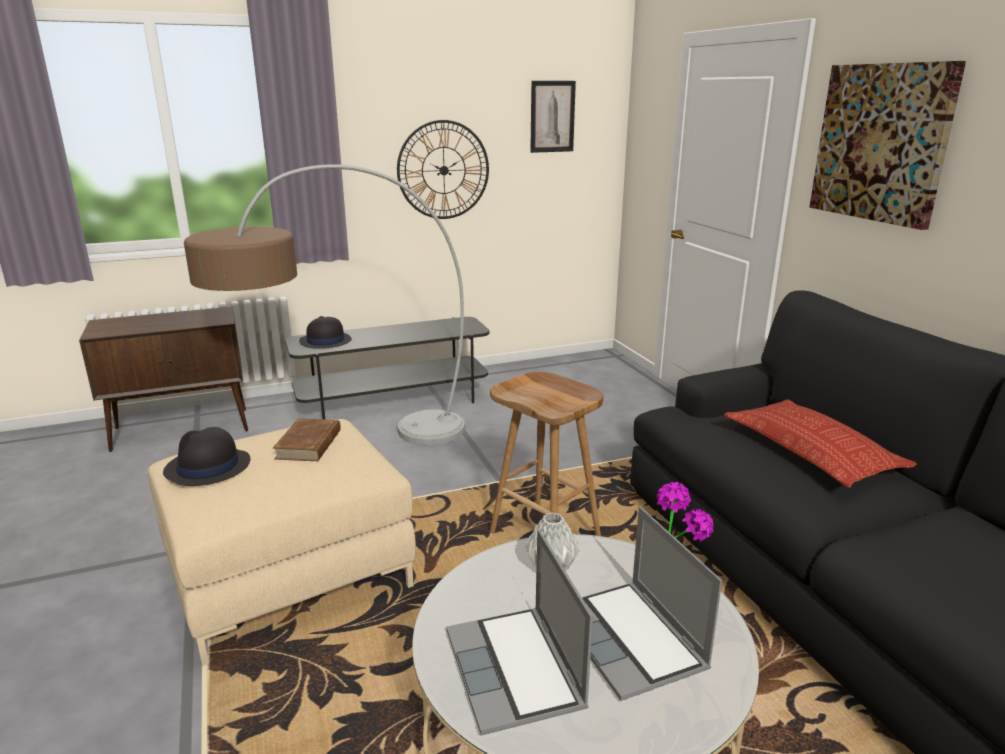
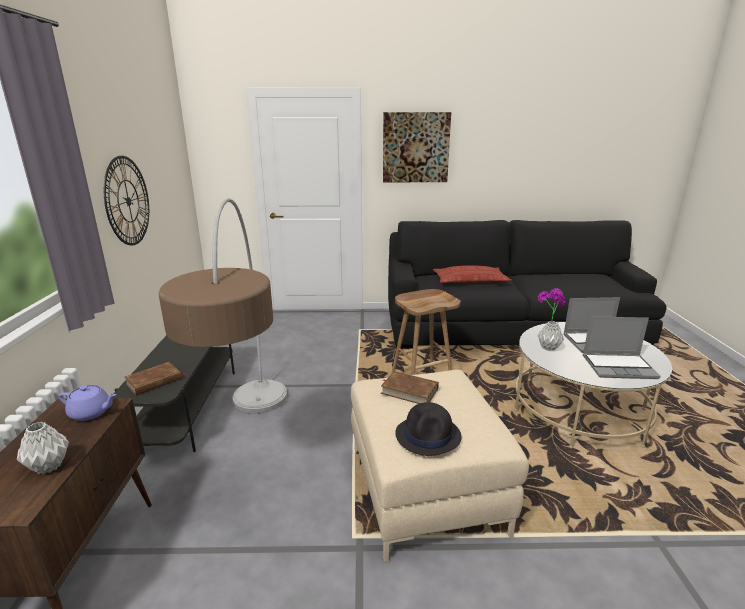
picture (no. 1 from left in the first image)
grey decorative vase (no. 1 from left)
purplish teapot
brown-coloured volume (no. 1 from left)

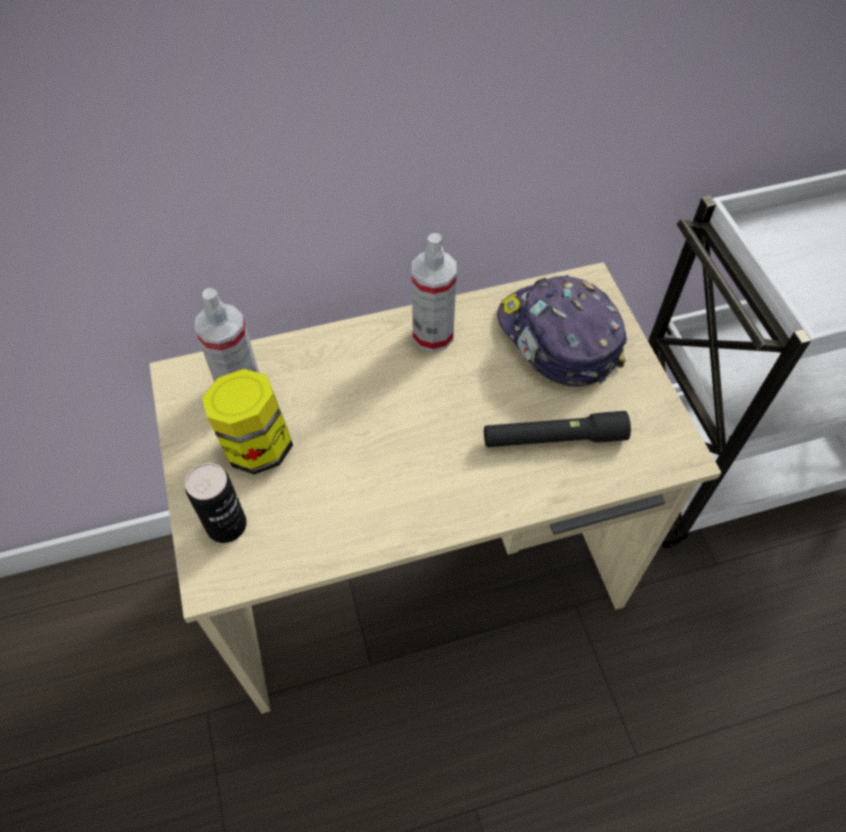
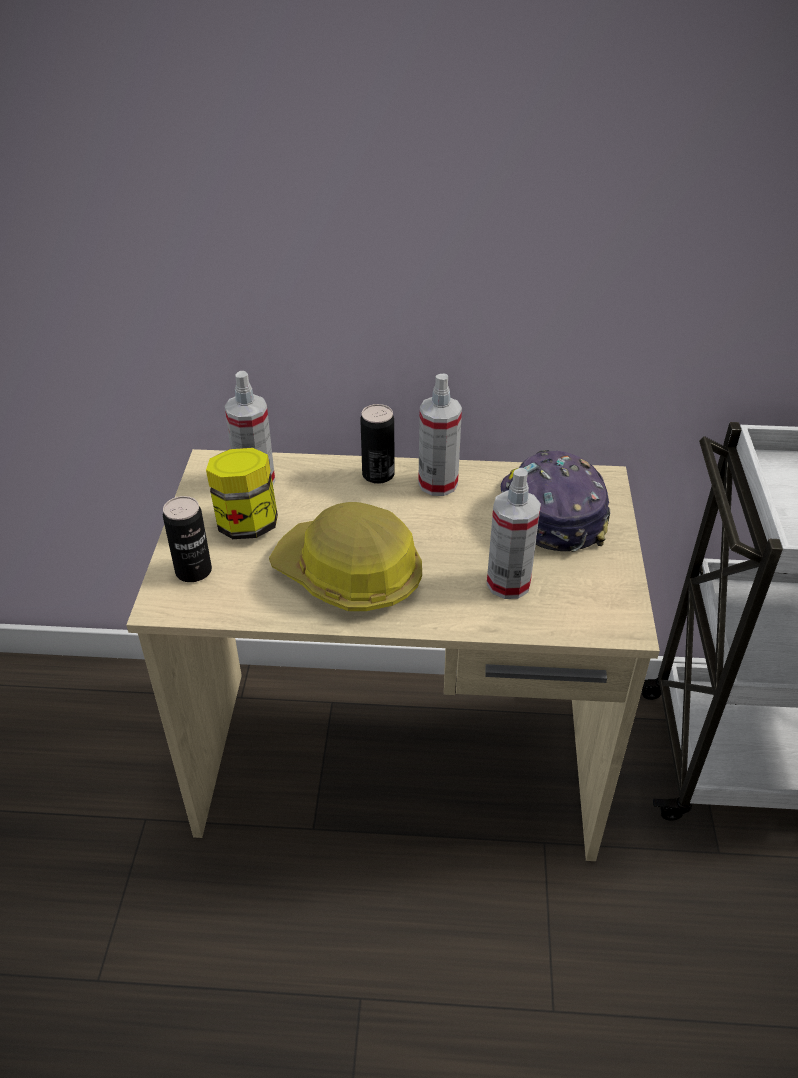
safety helmet
sealed can (no. 2 from left)
hand sprayer (no. 3 from left)

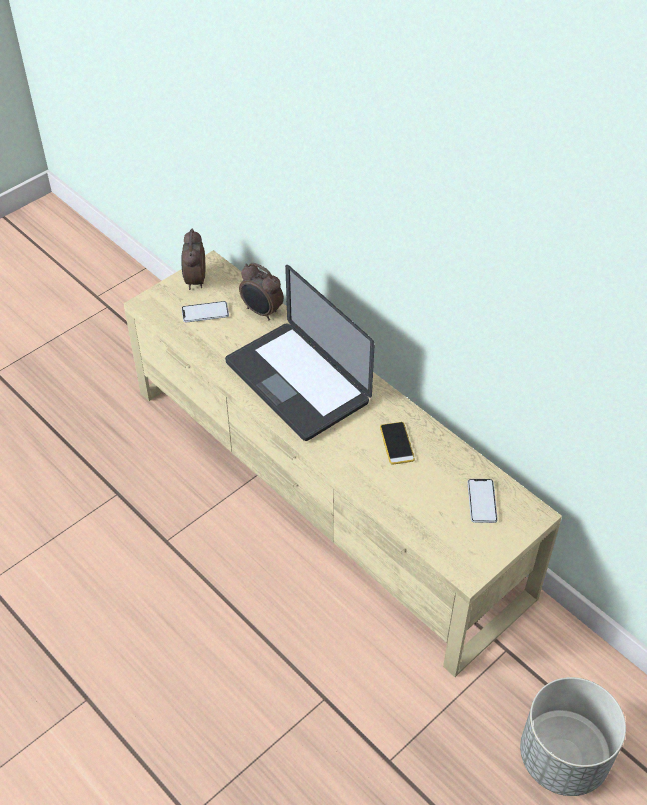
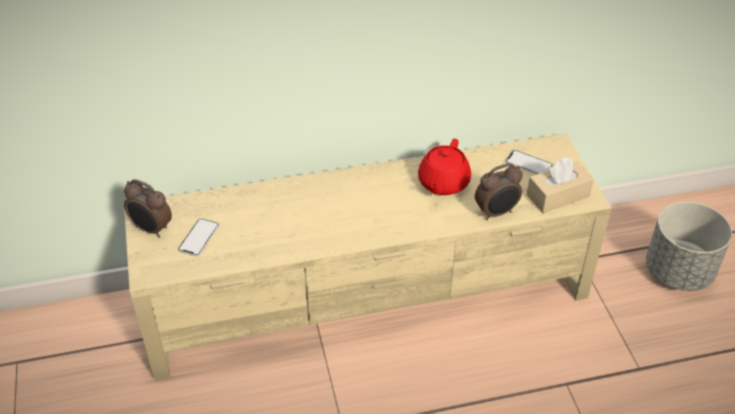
laptop
beige-coloured tissue box
alarm clock (no. 2 from left)
reddish teapot

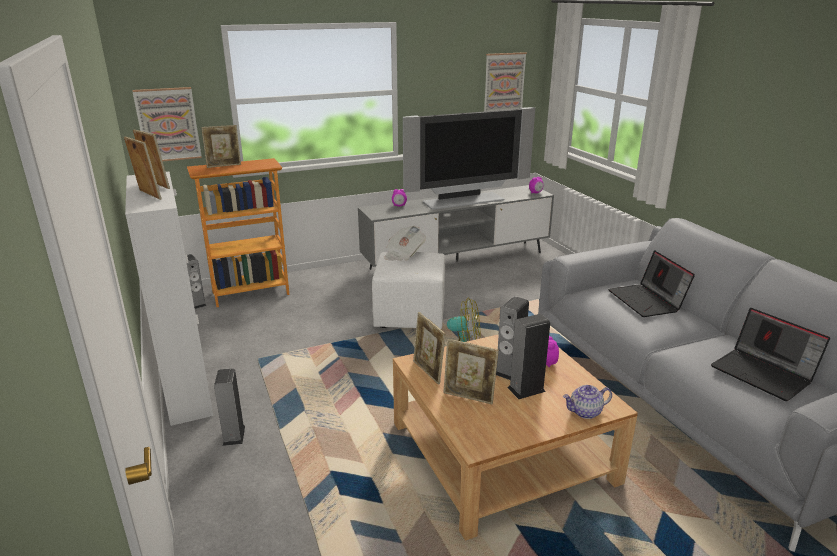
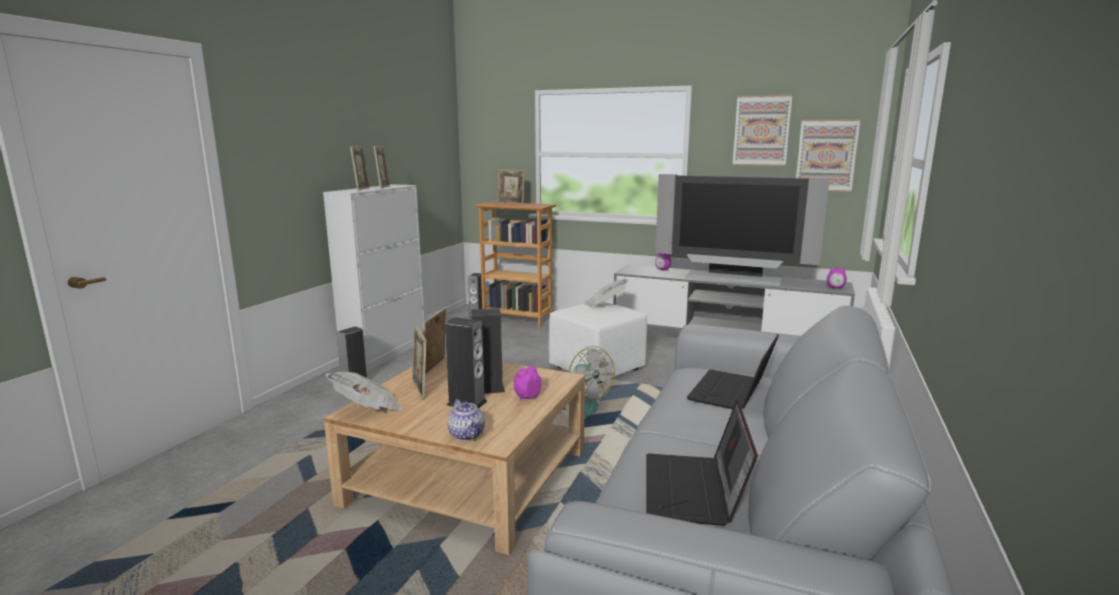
newspaper (no. 1 from left)
picture (no. 1 from left)
teapot

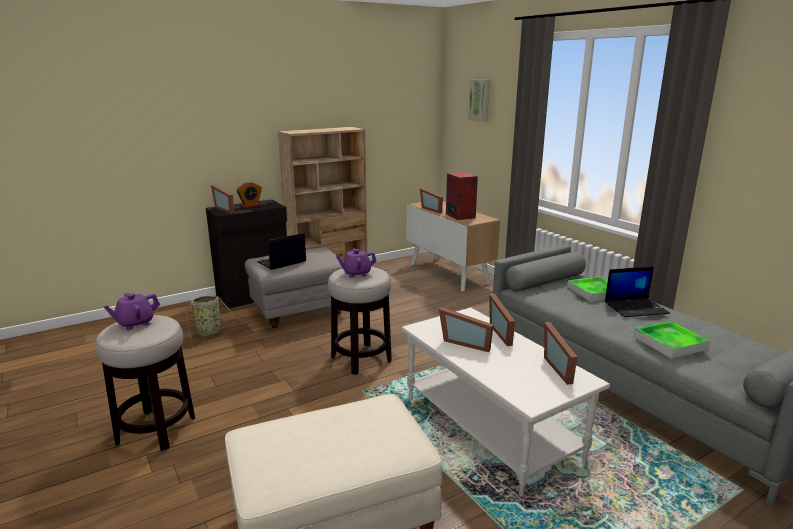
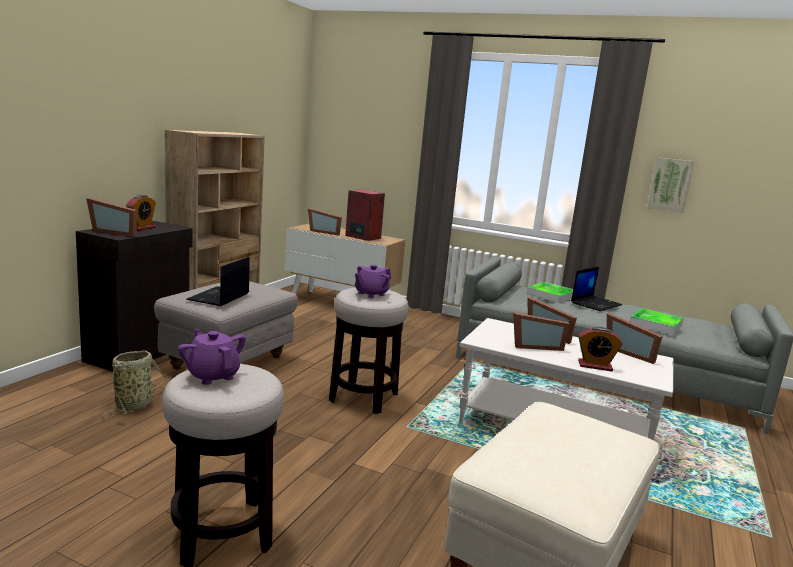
alarm clock (no. 2 from left)
picture
purplish teapot (no. 1 from left)

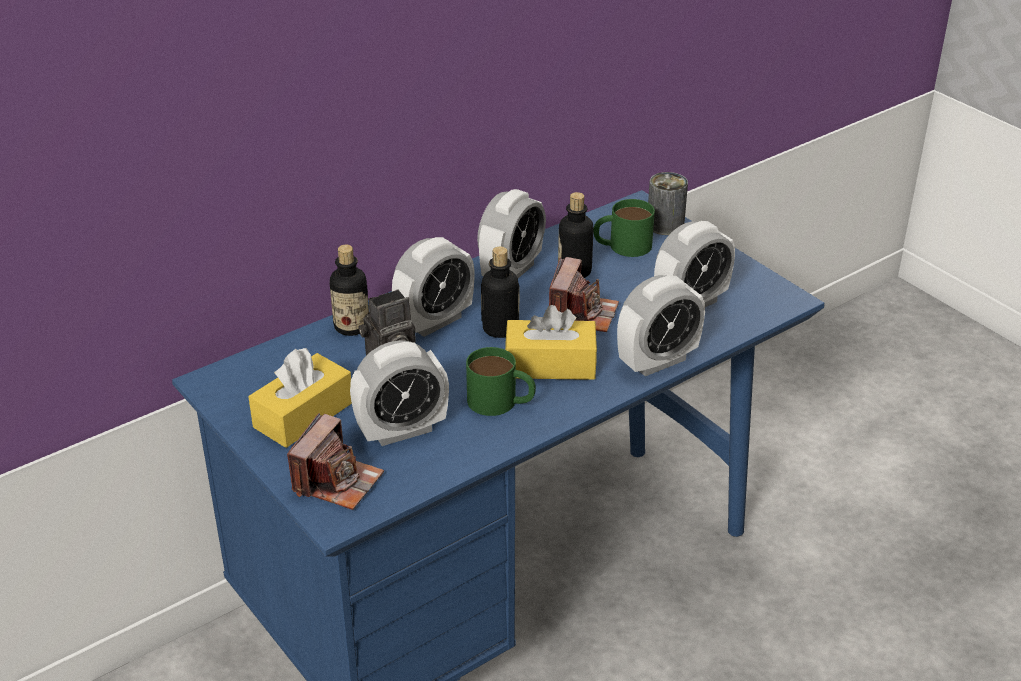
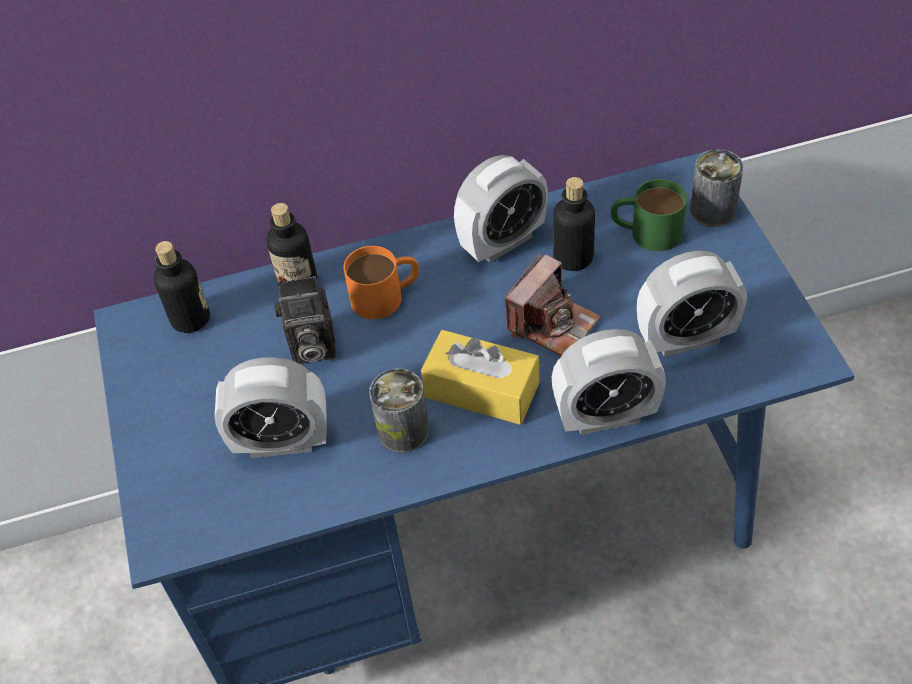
yellowish tissue box (no. 1 from left in the first image)
photo camera (no. 1 from left in the first image)
bottle (no. 1 from left)
orange mug
sealed can (no. 1 from left)

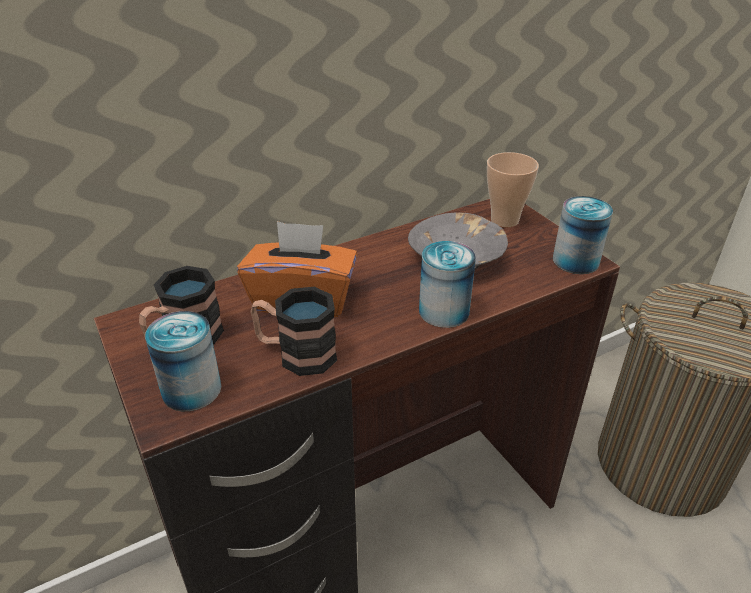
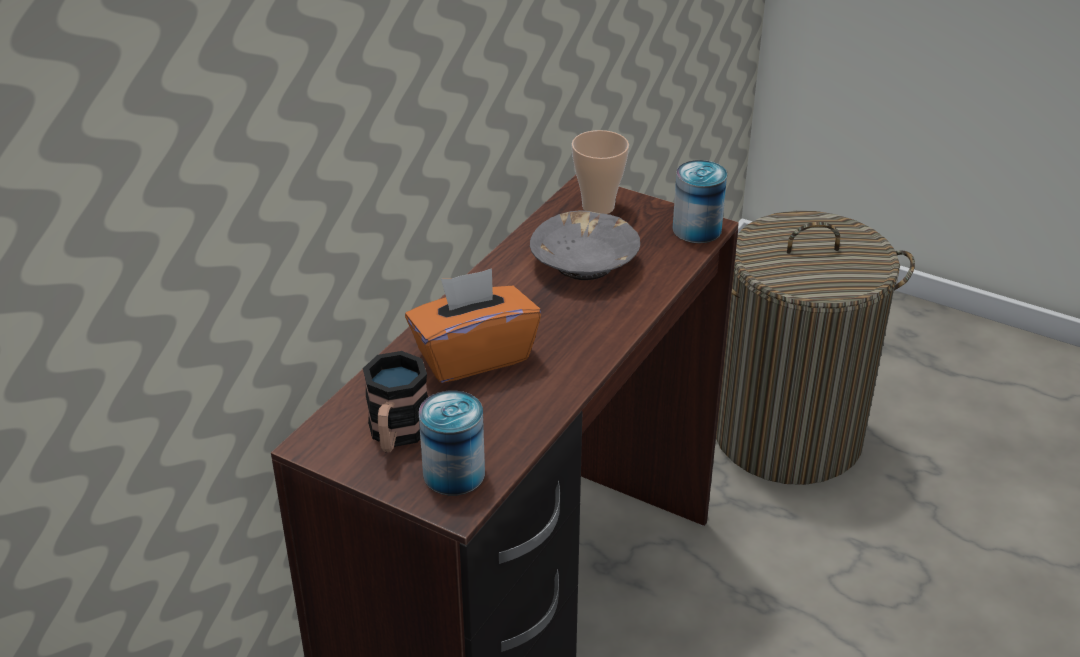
mug (no. 2 from left in the first image)
sealed can (no. 2 from left in the first image)

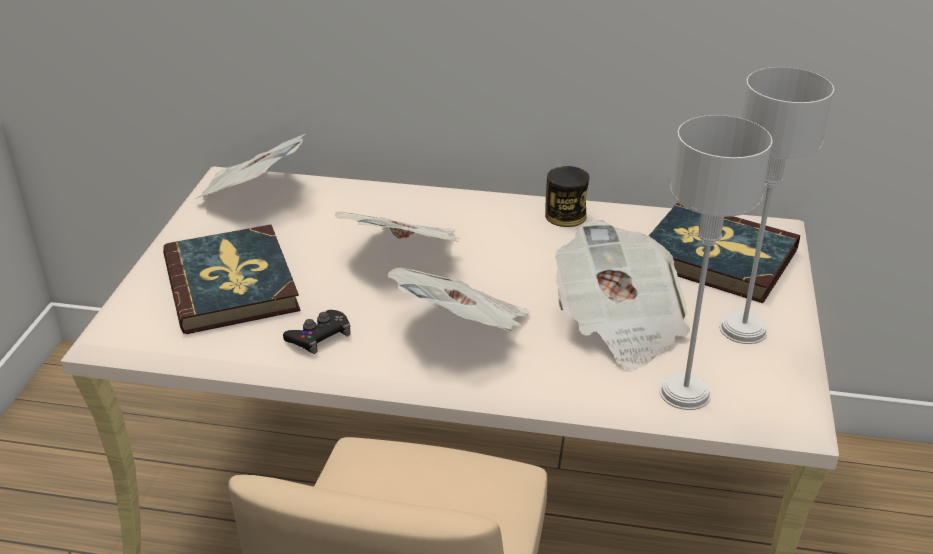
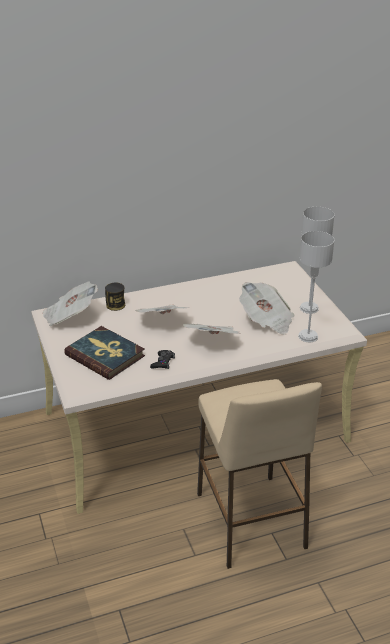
volume (no. 2 from left in the first image)
sealed can

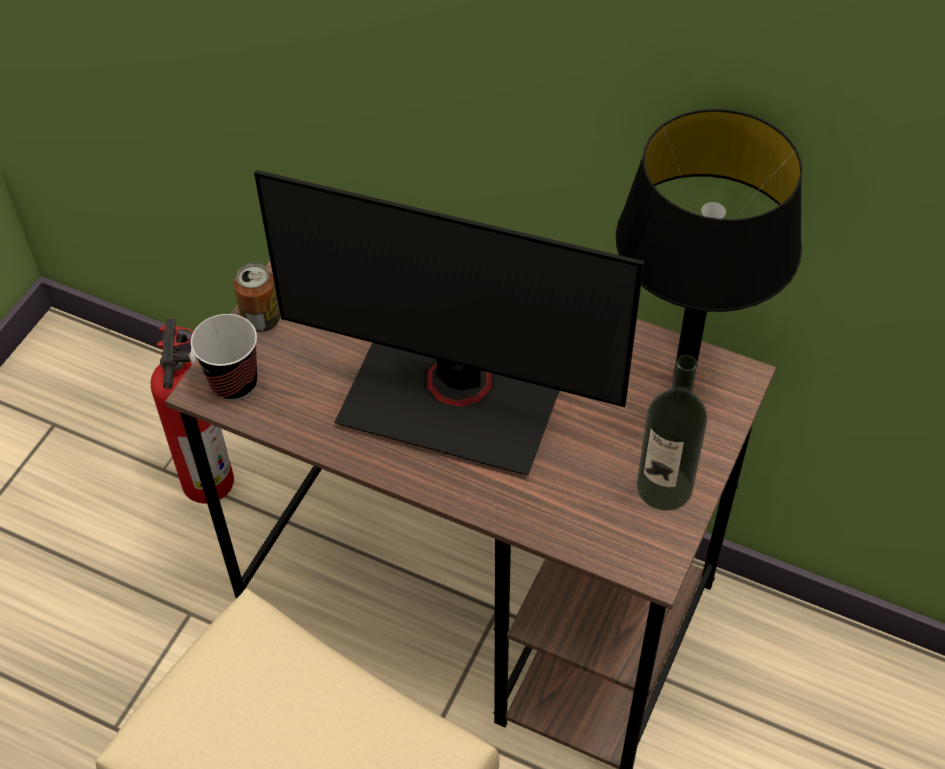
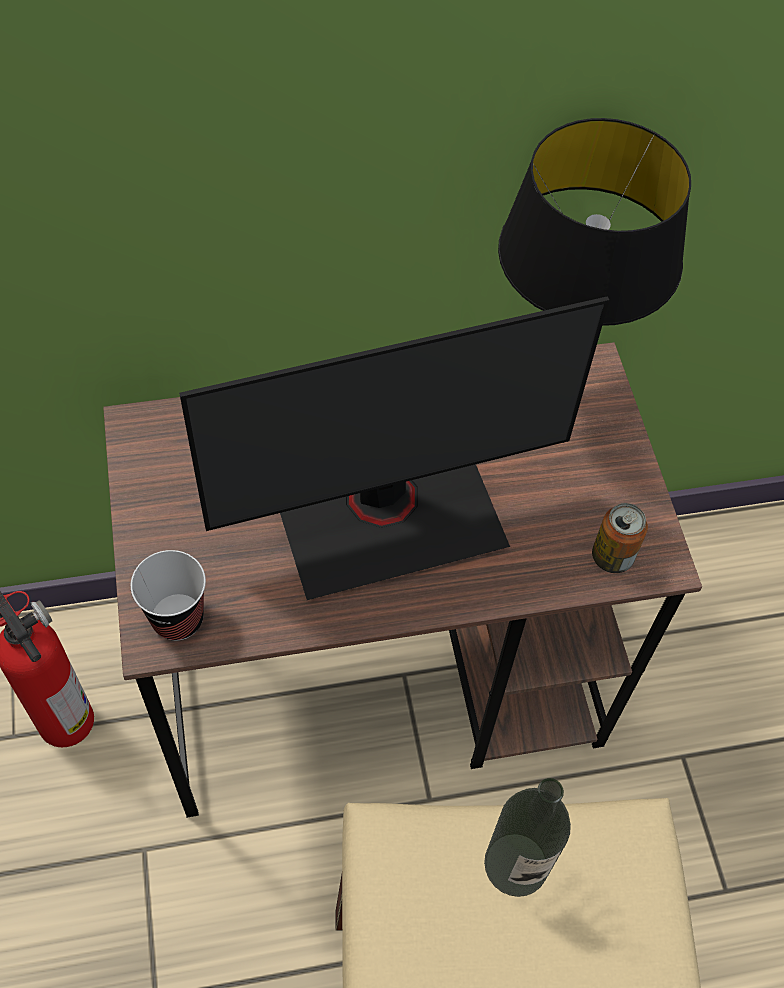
sealed can
bottle

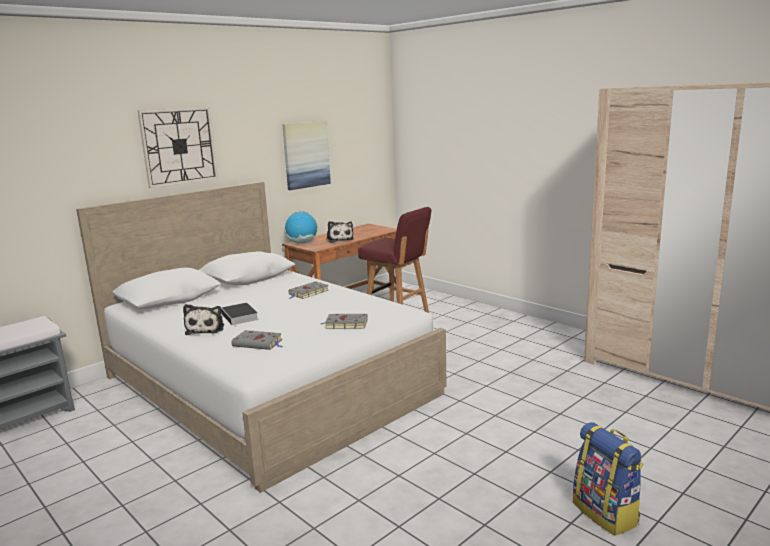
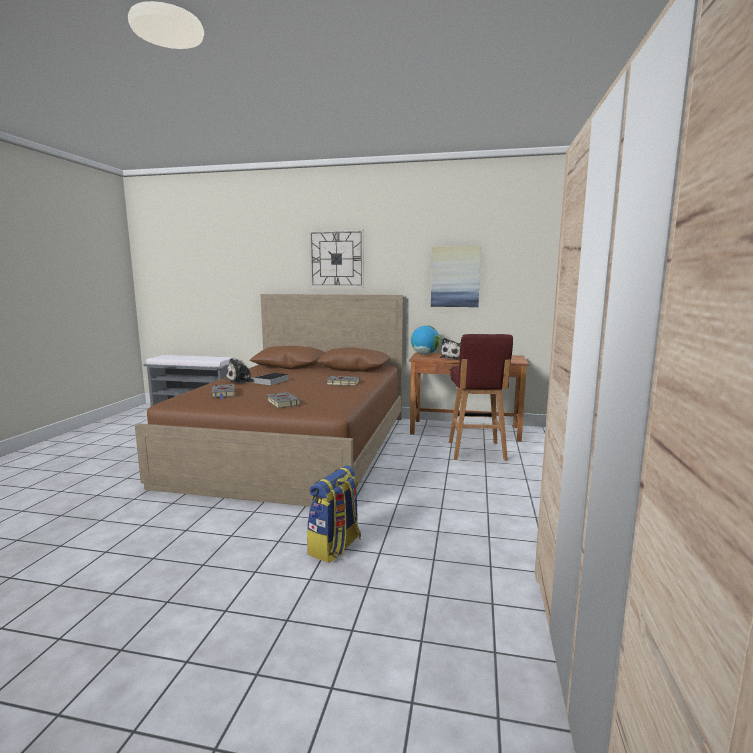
backpack
brown-coloured sleeping bed

